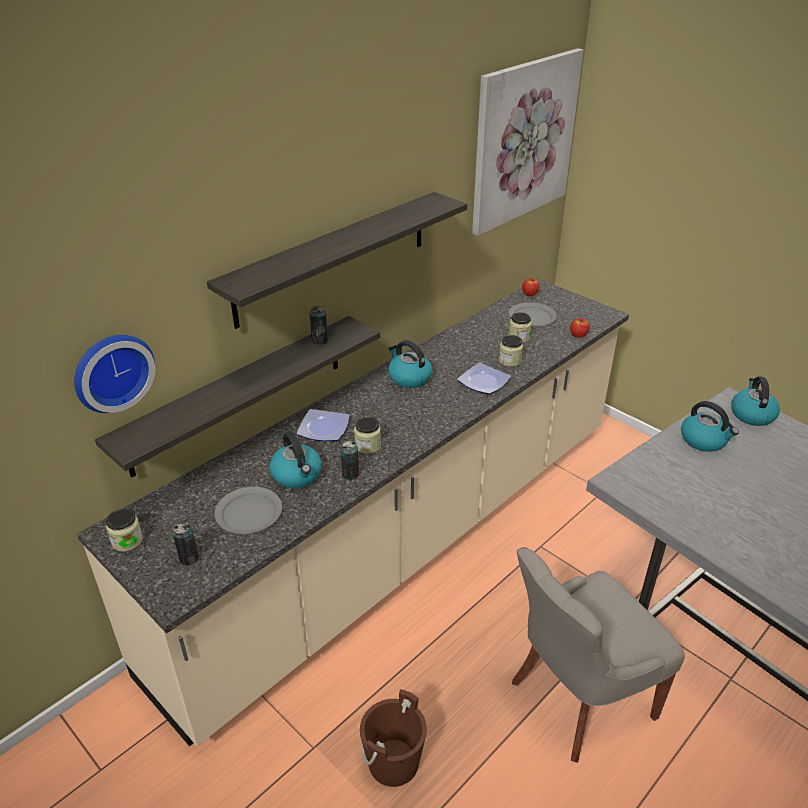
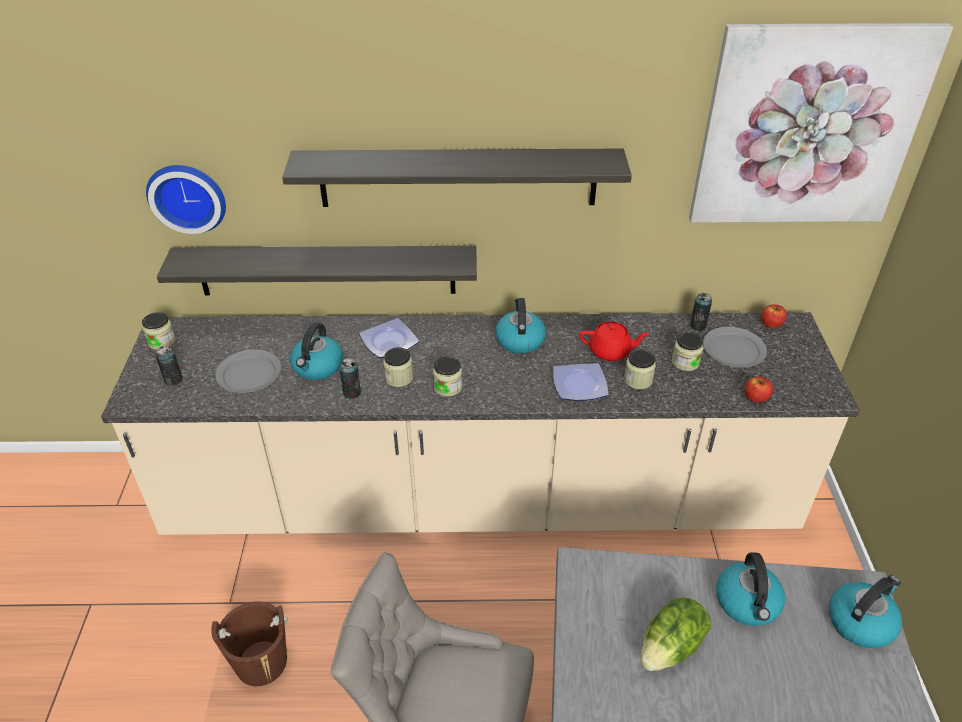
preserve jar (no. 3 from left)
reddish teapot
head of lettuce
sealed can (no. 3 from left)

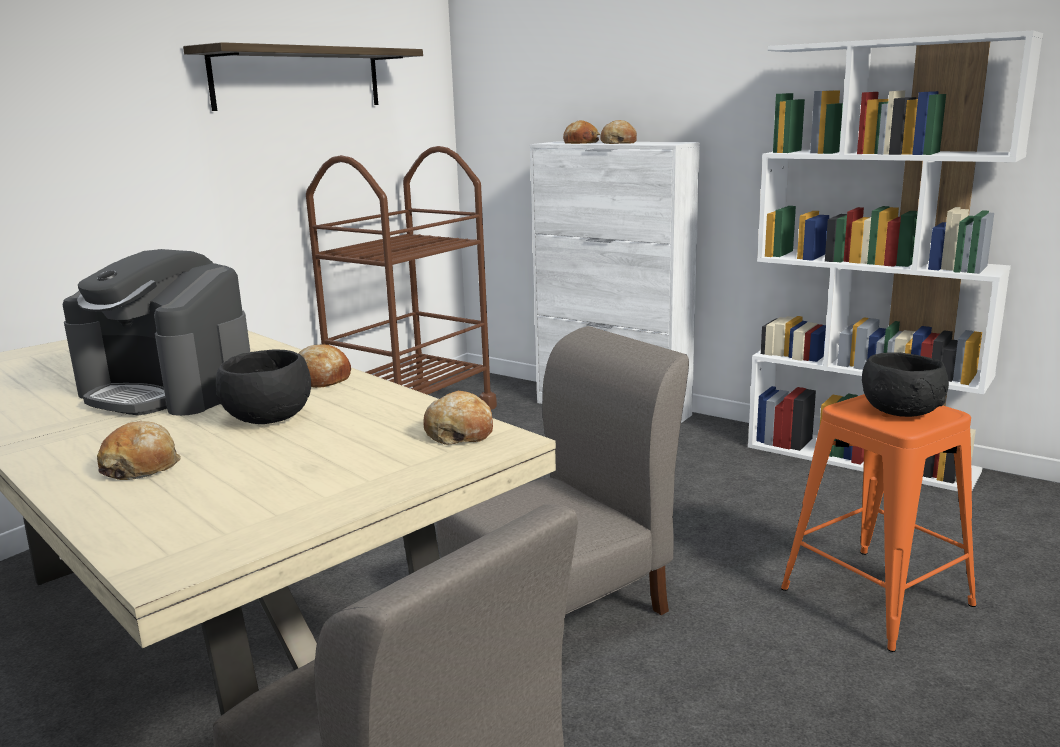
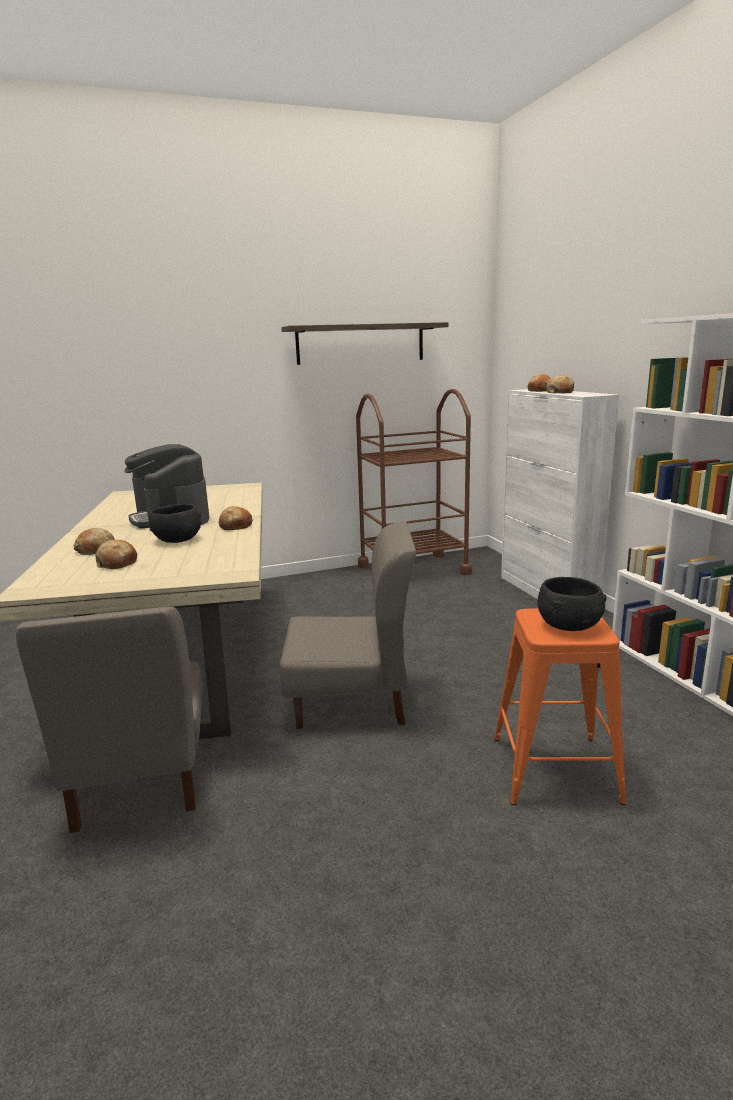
bakery bread (no. 2 from left)

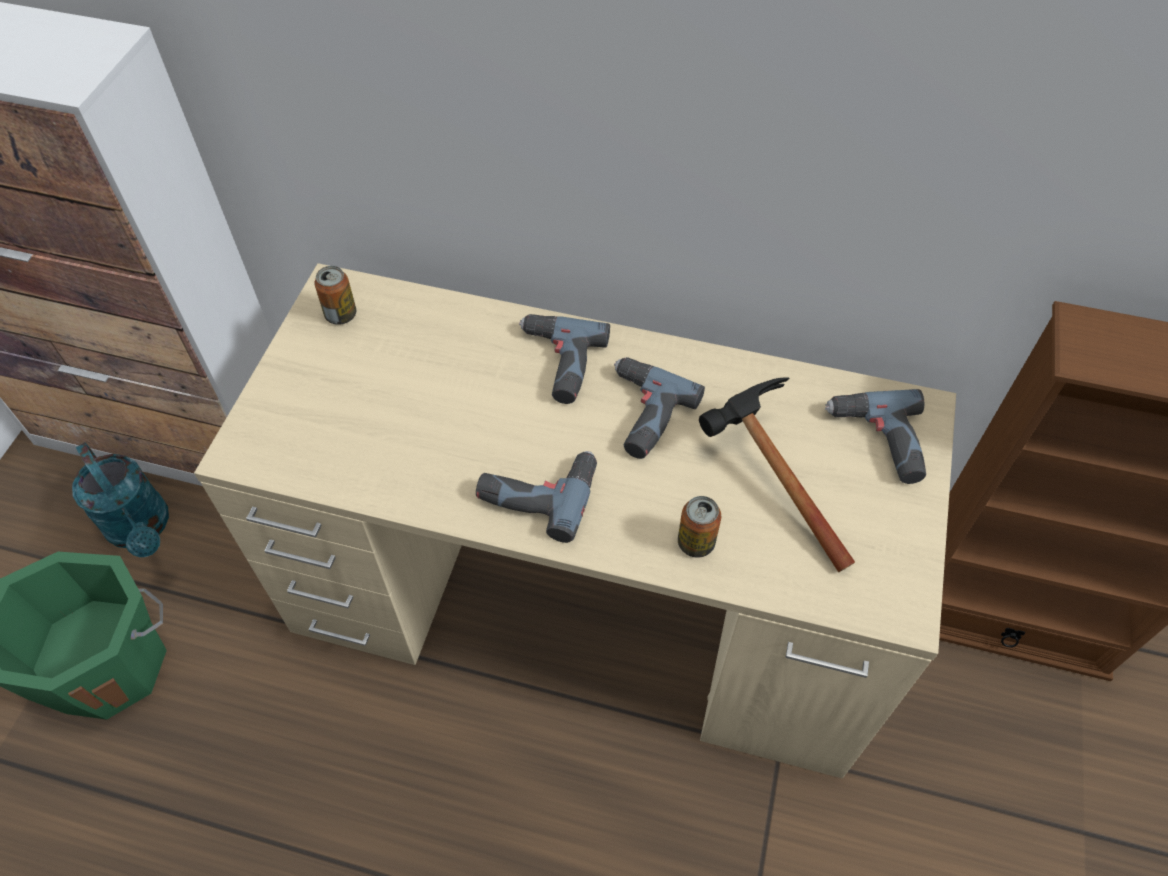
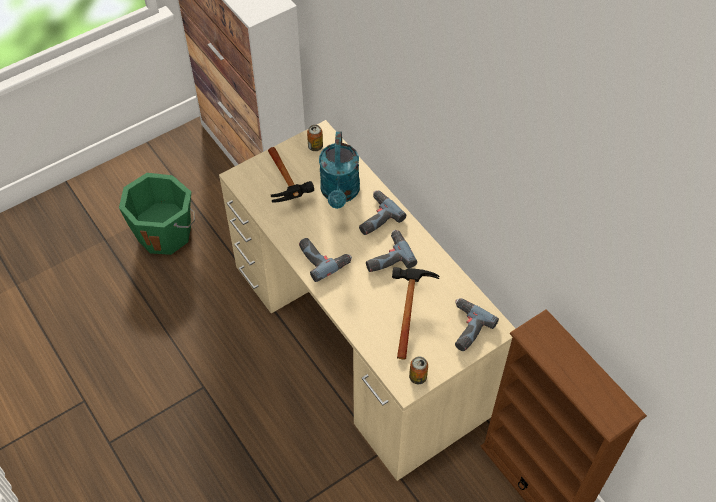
hammer (no. 1 from left)
turquoise sprinkling can
sealed can (no. 2 from left)

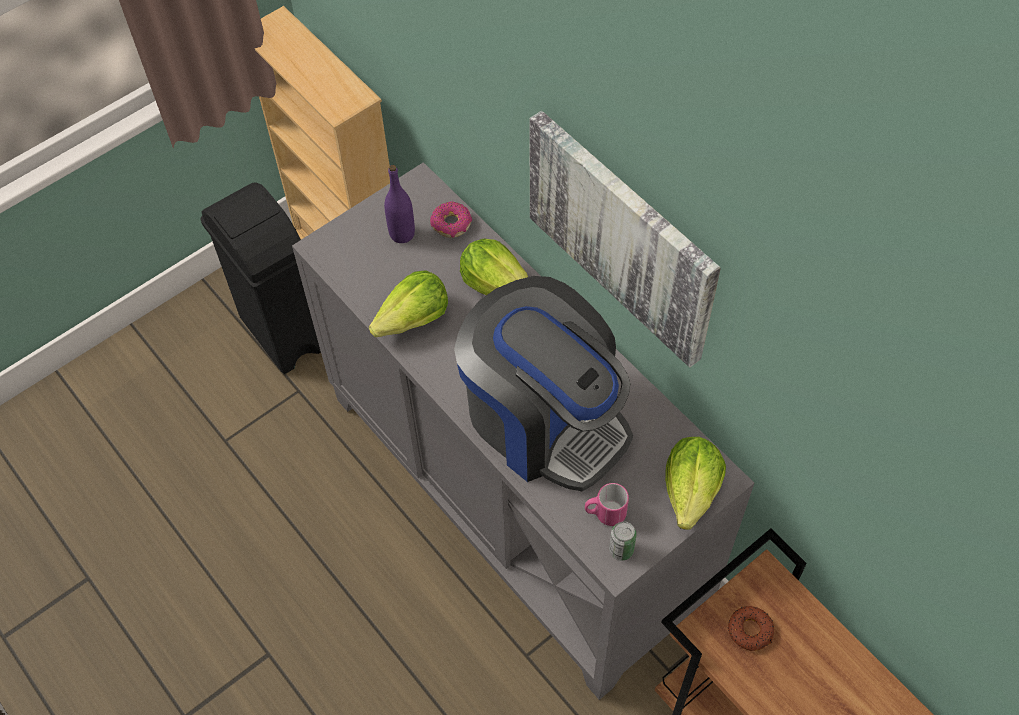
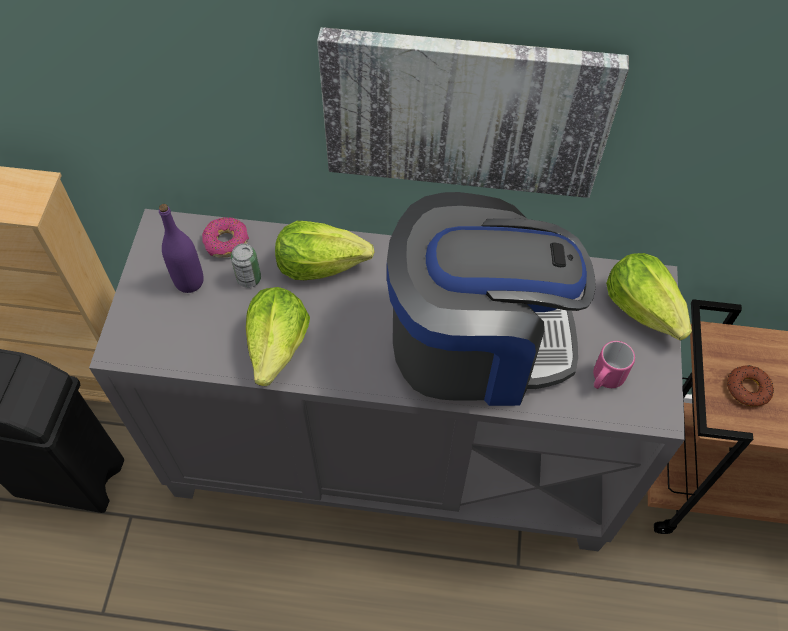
sealed can

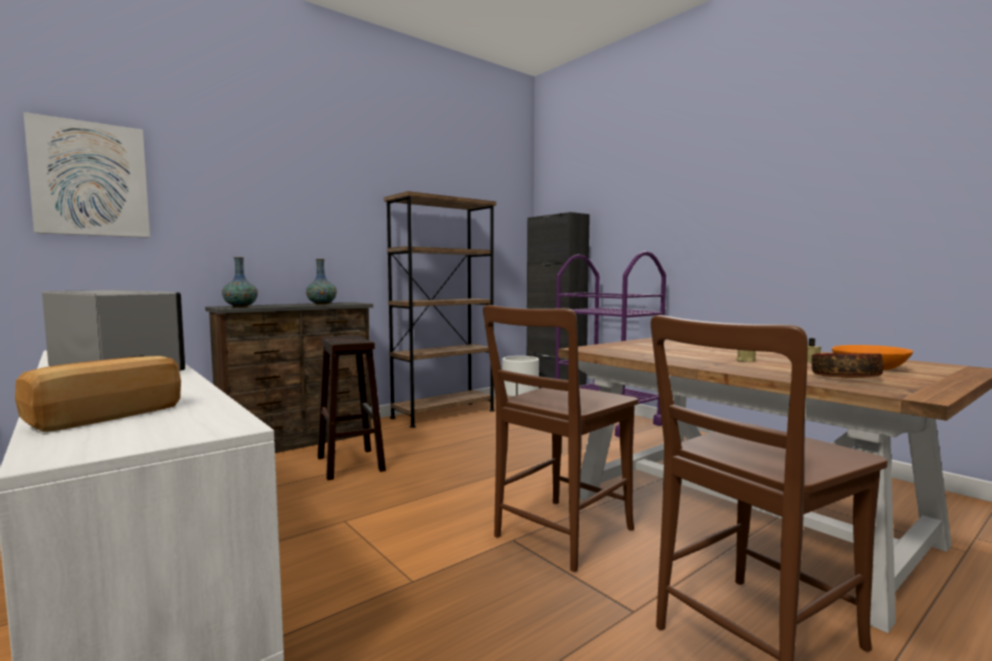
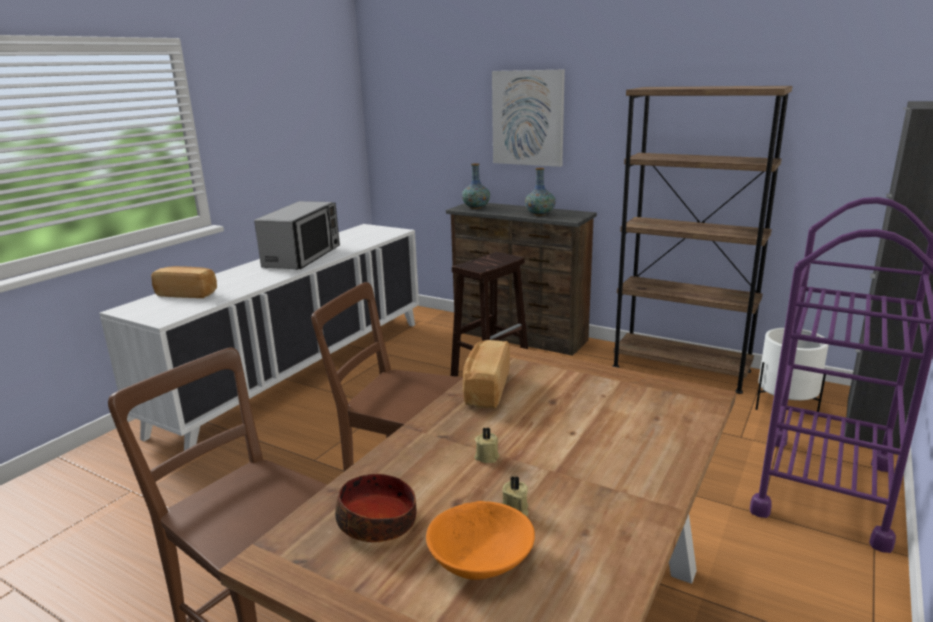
bakery bread (no. 2 from left)
picture

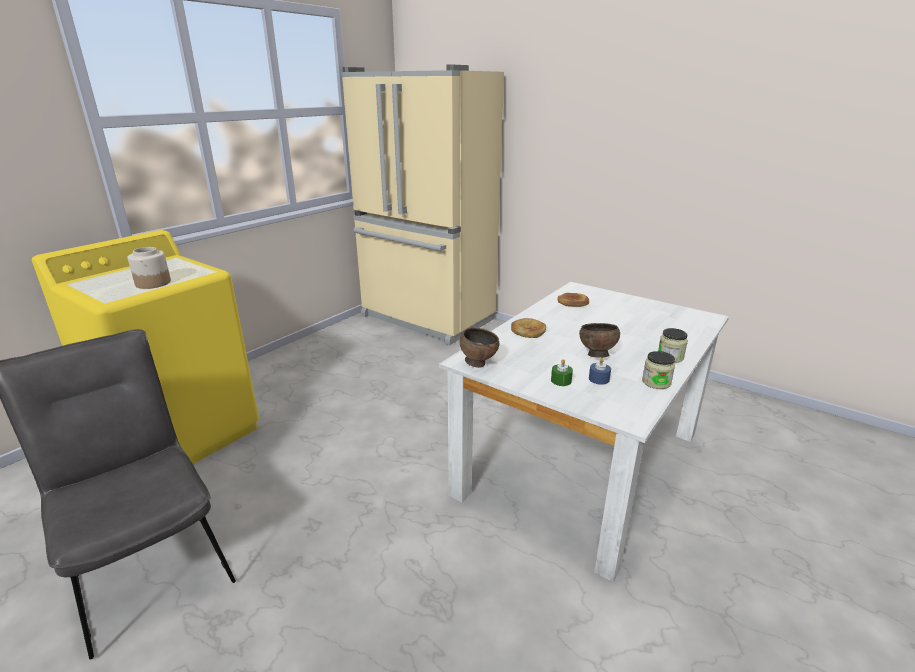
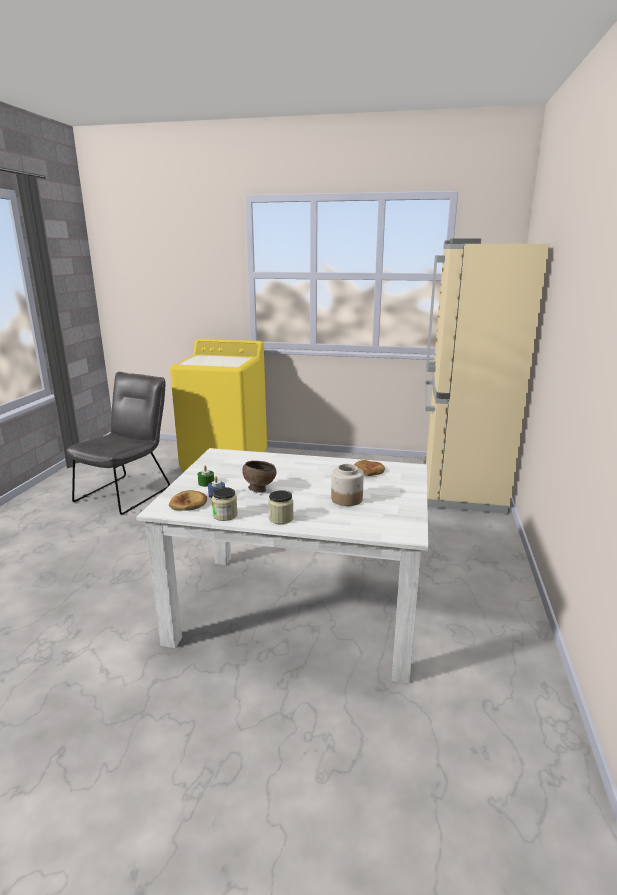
brown-coloured bowl (no. 1 from left in the first image)
preserve jar (no. 3 from left)
bakery bread (no. 1 from left)

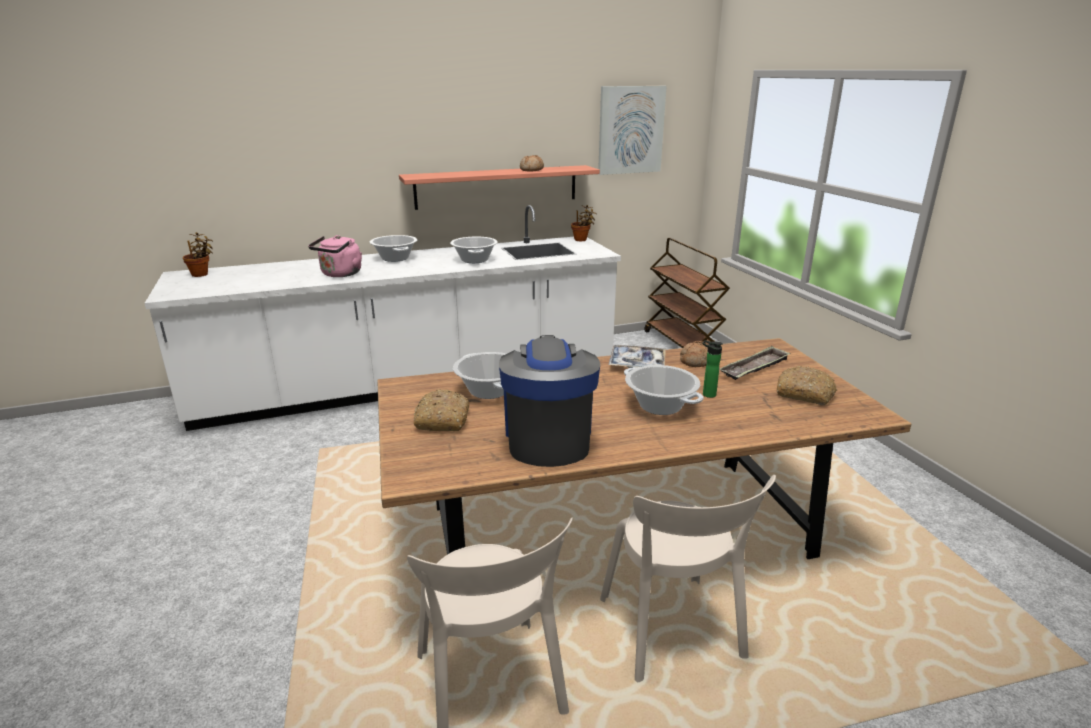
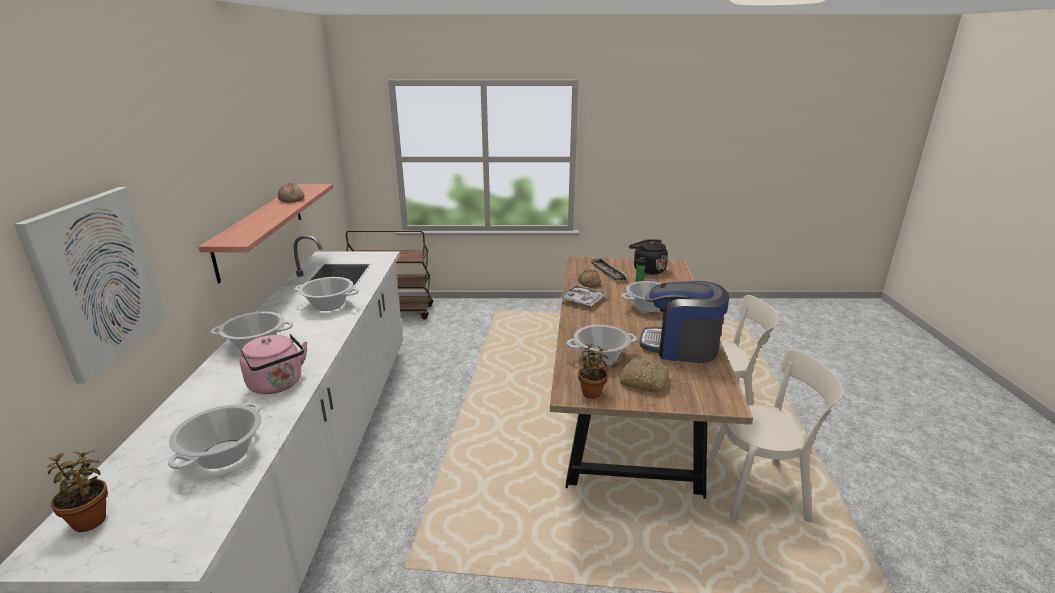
cooking pot (no. 1 from left)
houseplant (no. 2 from left)
picture
black tea kettle

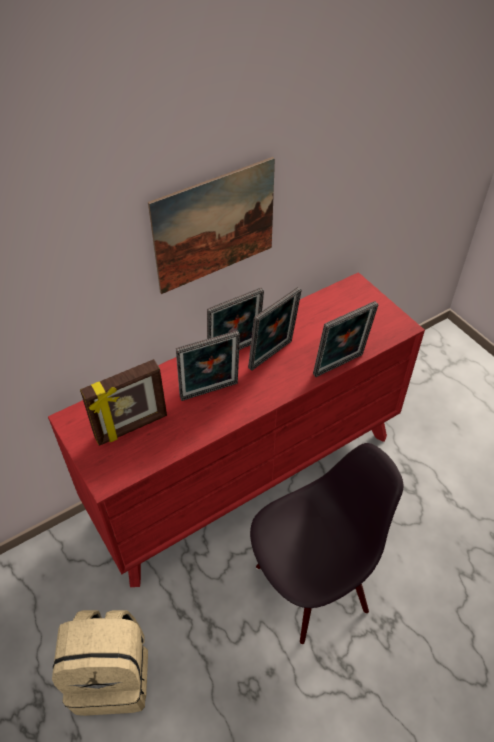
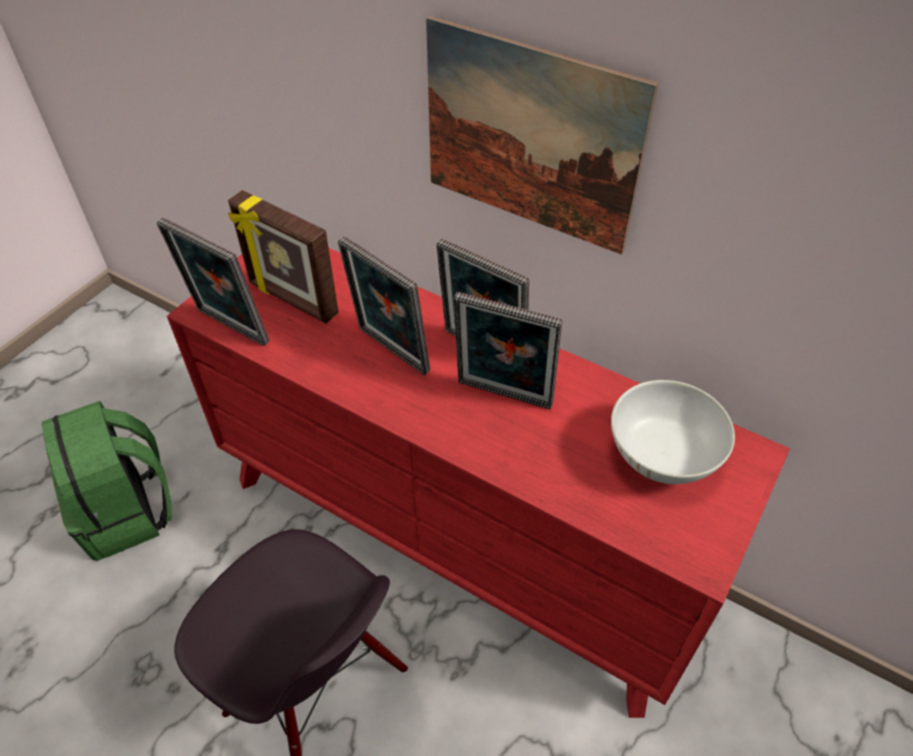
white bowl
standing frame (no. 1 from left)
green backpack

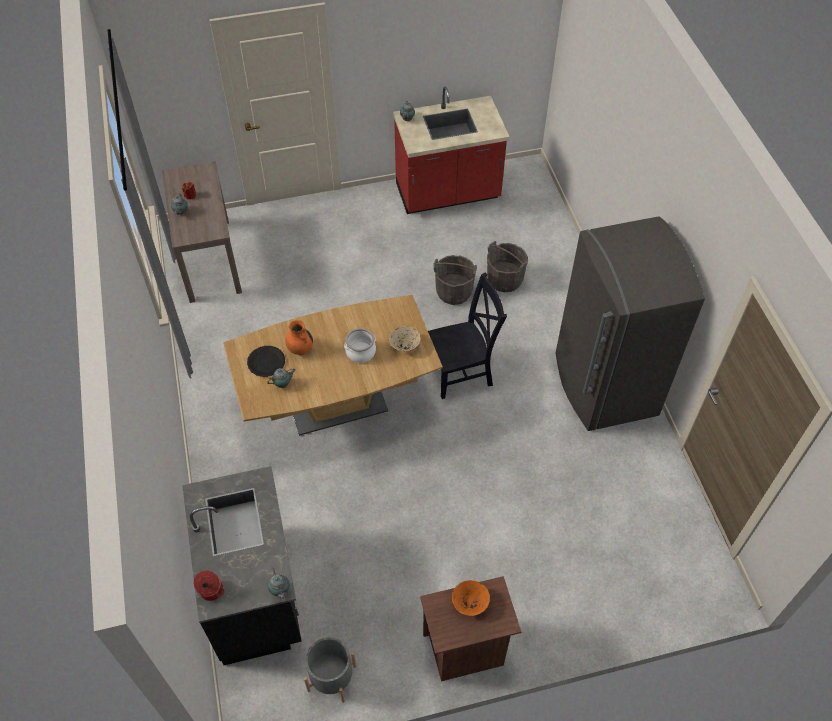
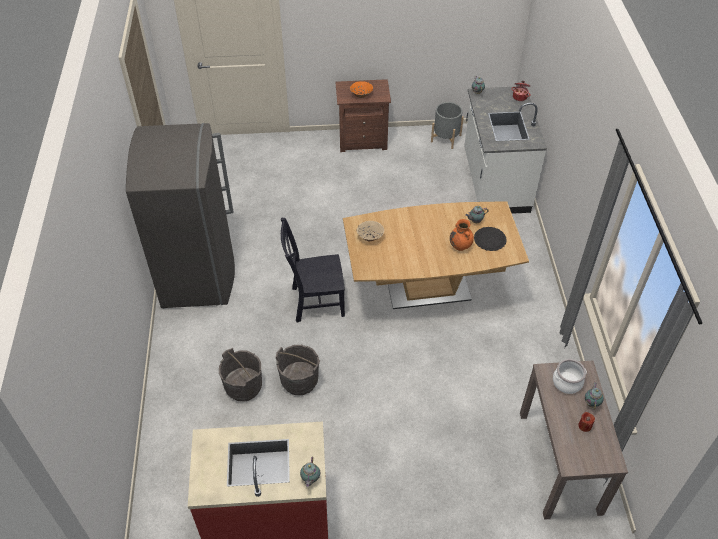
cooking pot (no. 2 from left)
white kitchen counter

